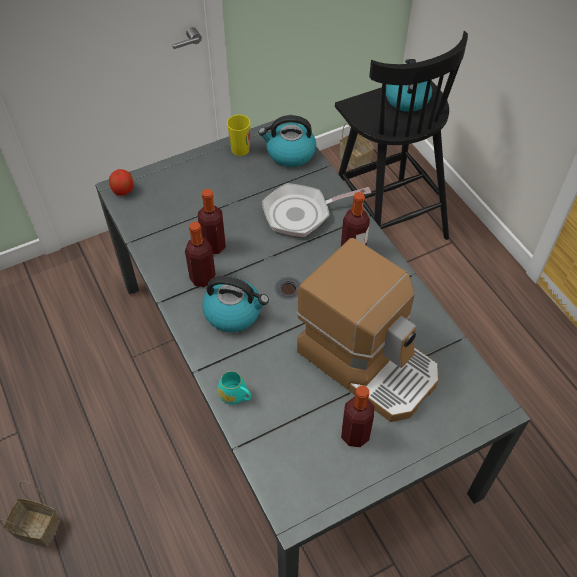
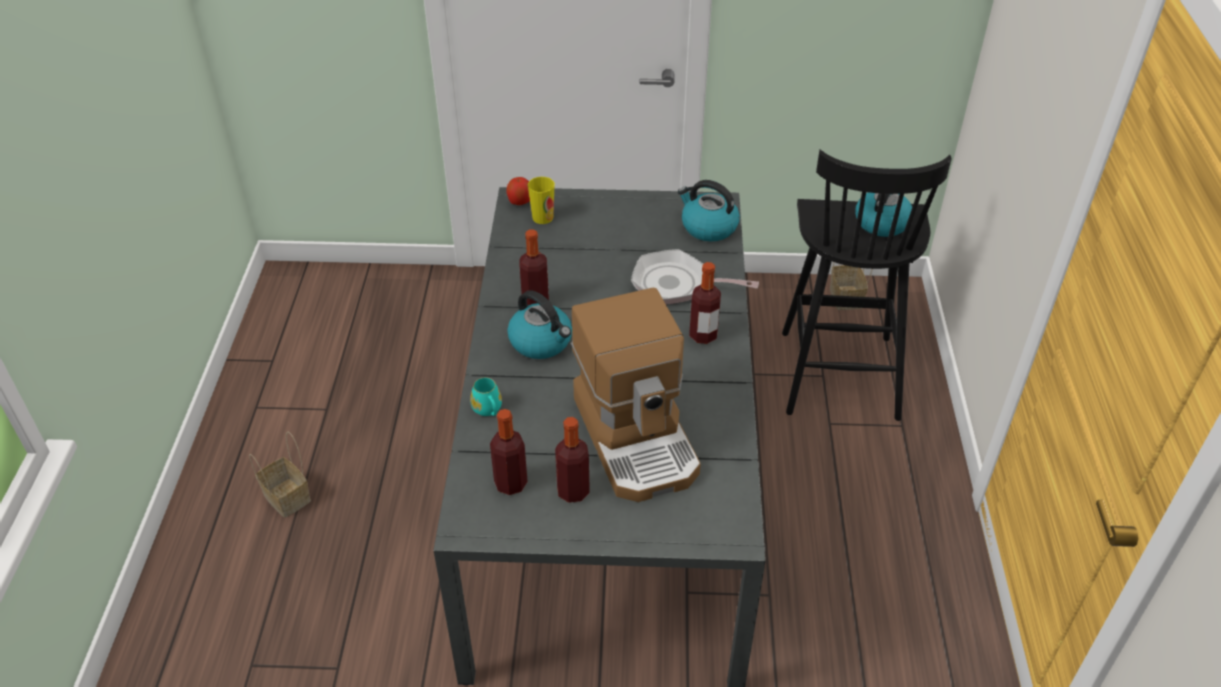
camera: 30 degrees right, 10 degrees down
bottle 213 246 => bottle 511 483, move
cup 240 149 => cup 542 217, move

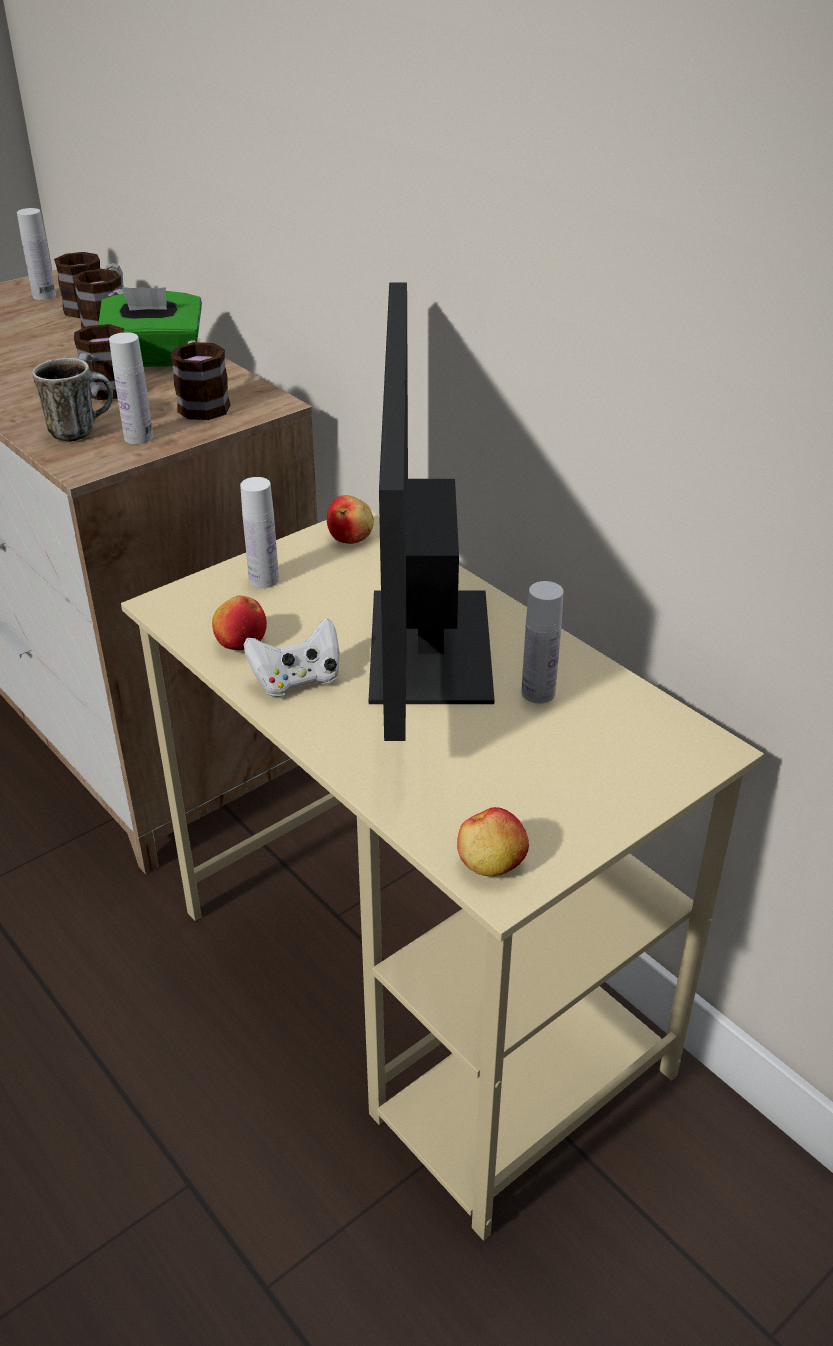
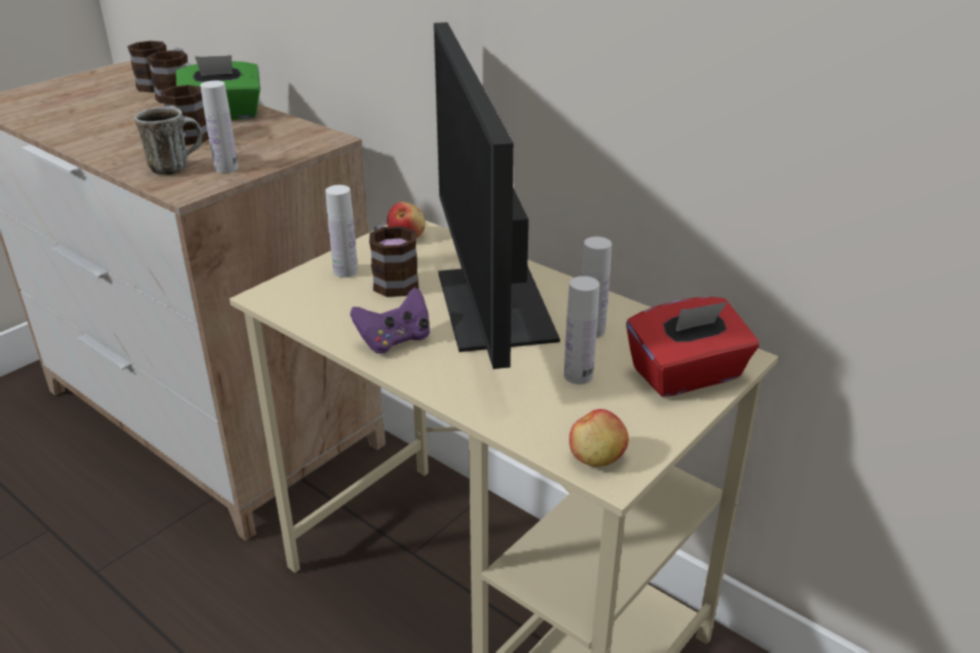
camera: 10 degrees left, 5 degrees down
game controller (white) 297 680 => game controller (purple) 395 340
mug 202 403 => mug 391 280, move
bottle (white) 44 296 => bottle (white) 578 375, move
nothing => tissue box (red) 687 375
apple 240 642 => nothing

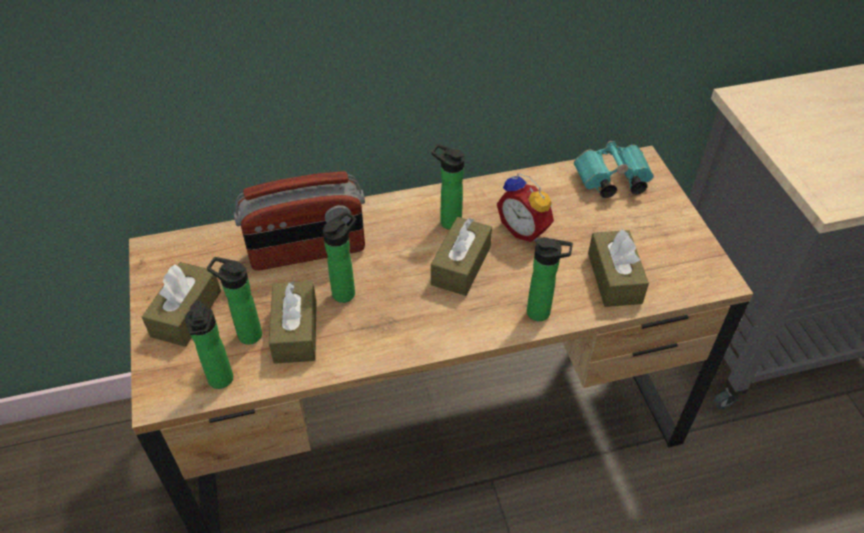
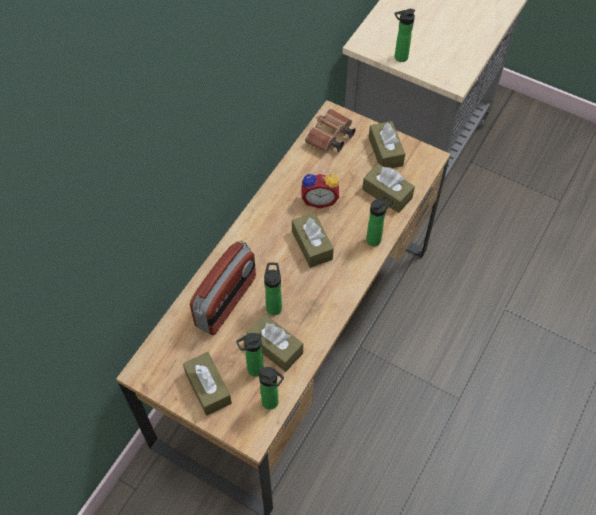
camera: 45 degrees left, 10 degrees up
binoculars (turquoise) 610 182 => binoculars (brown) 329 138
nothing => tissue box (brown) 385 151
bottle 447 221 => bottle 399 58, move

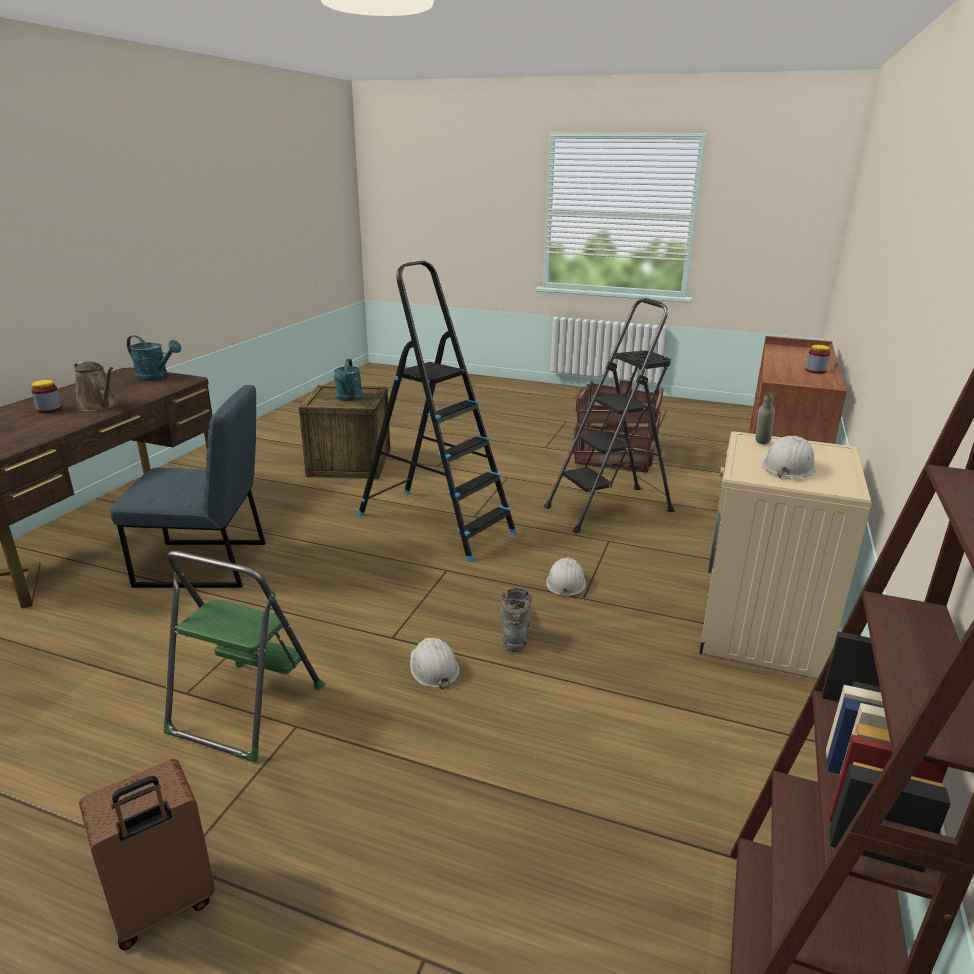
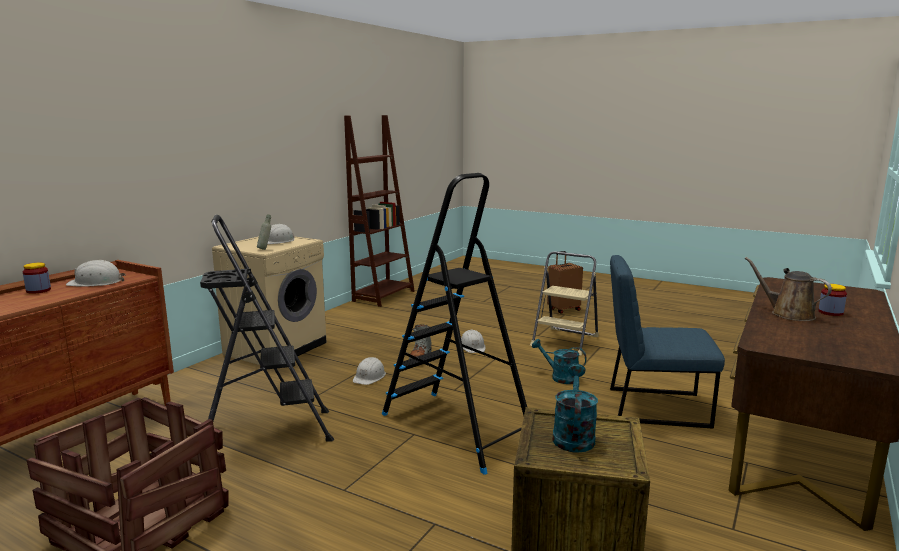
camera: 170 degrees left, 10 degrees down
nothing => hard hat (white) 96 282
step ladder (green) 242 711 => step ladder (beige) 566 340
watering can (turquoise) 156 377 => watering can (turquoise) 559 377, move

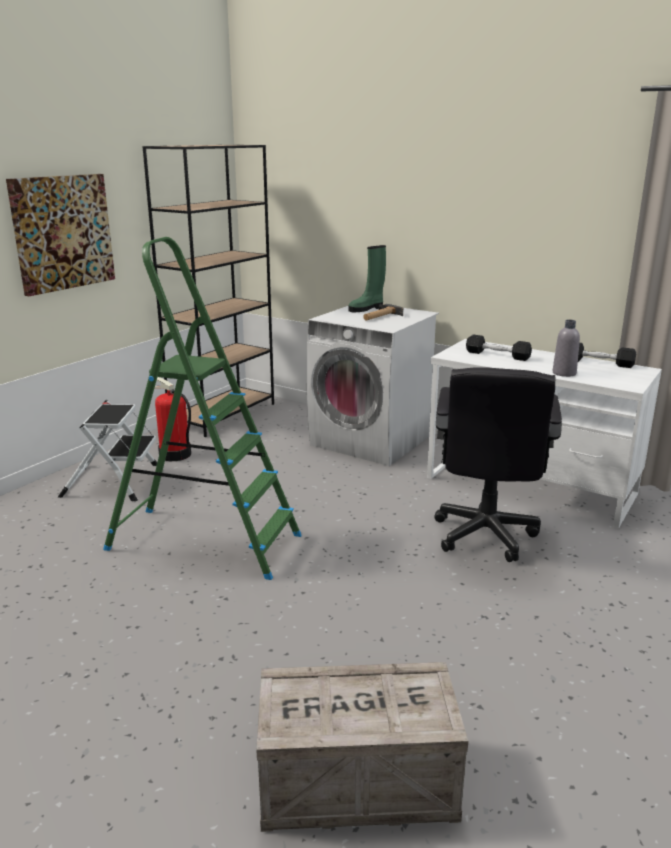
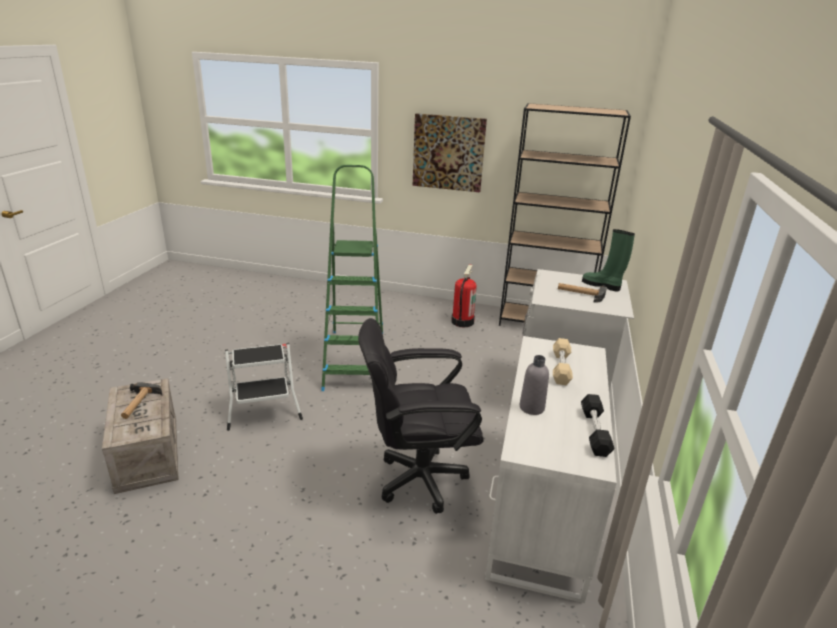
camera: 70 degrees right, 5 degrees up
nothing => hammer 138 404
step ladder 112 481 => step ladder 263 405, move
dumbbell (black) 497 355 => dumbbell (beige) 561 368

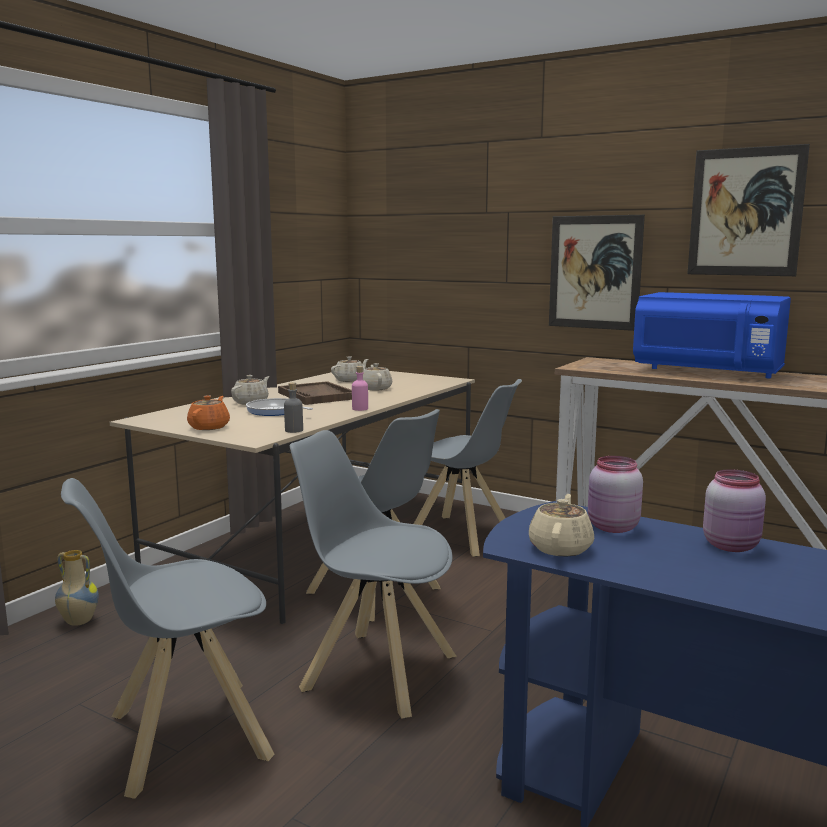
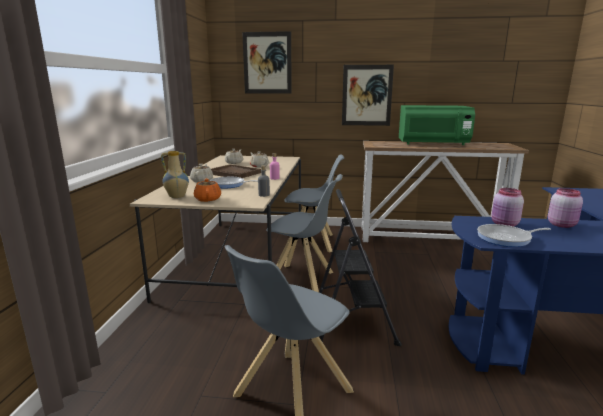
camera: 25 degrees left, 5 degrees up
vase 78 622 => vase 177 197, move
picture 745 212 => picture 267 63, move
chair (grey) 376 670 => step ladder (black) 350 324
microwave (blue) 707 371 => microwave (green) 432 144
teapot (beige) 560 547 => frying pan 506 238

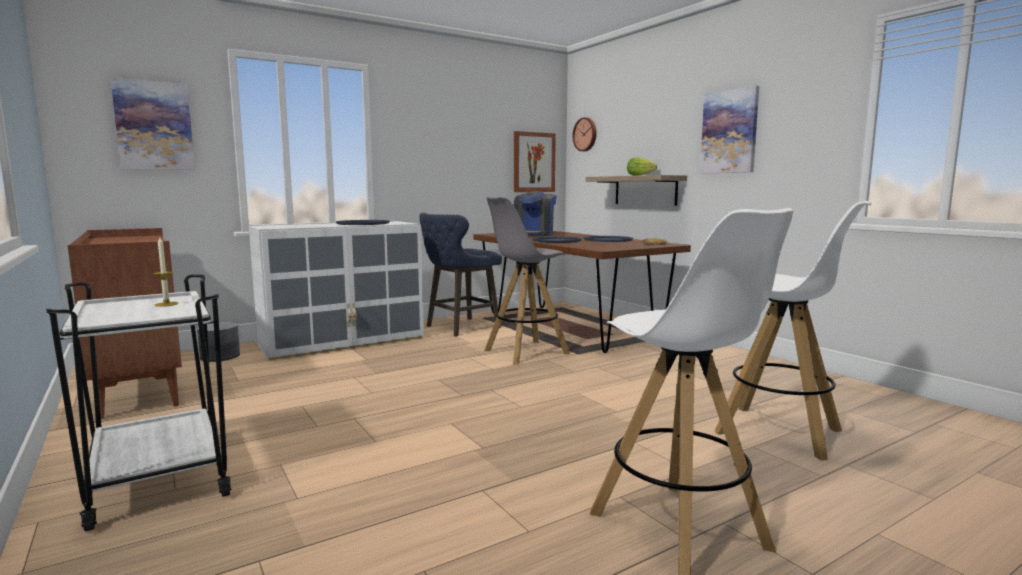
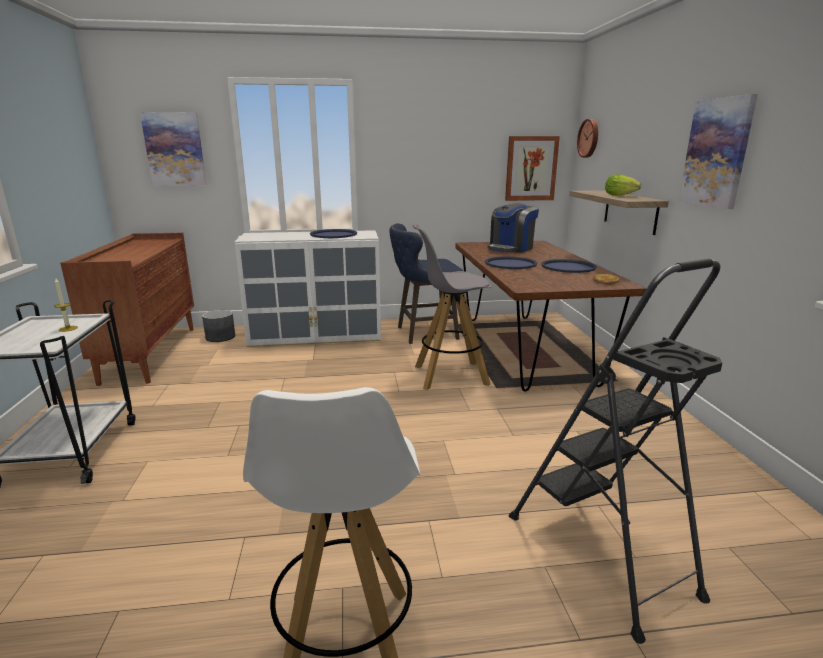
camera: 25 degrees right, 10 degrees up
stool (white) 780 432 => step ladder 600 555

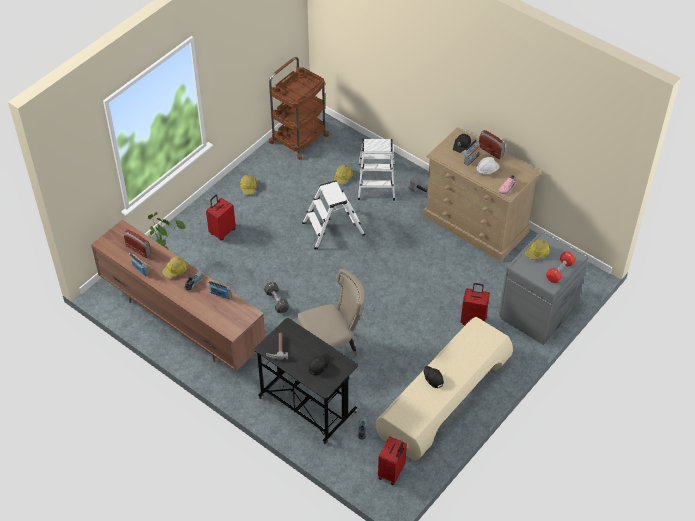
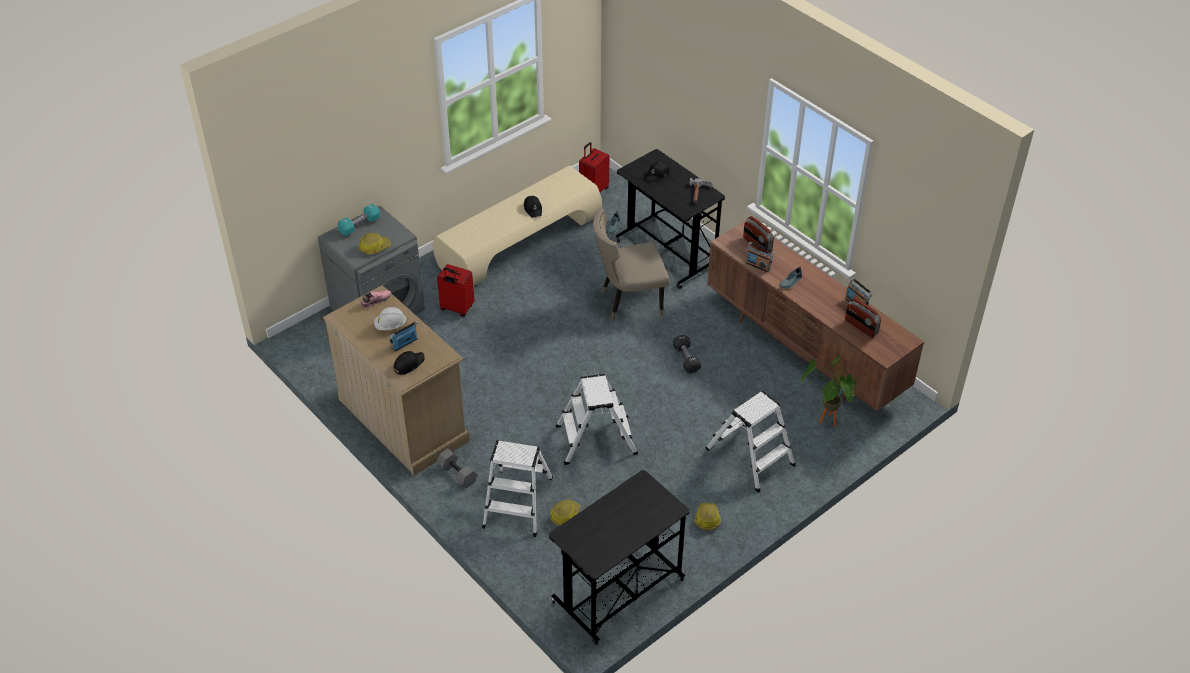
camera: 170 degrees left, 5 degrees down
dumbbell (red) 559 271 => dumbbell (turquoise) 360 225
cart (brown) 299 139 => desk (black) 618 591
suitcase (red) 222 231 => step ladder (white) 750 457
radio 491 151 => radio 757 245, move
hard hat 176 270 => nothing

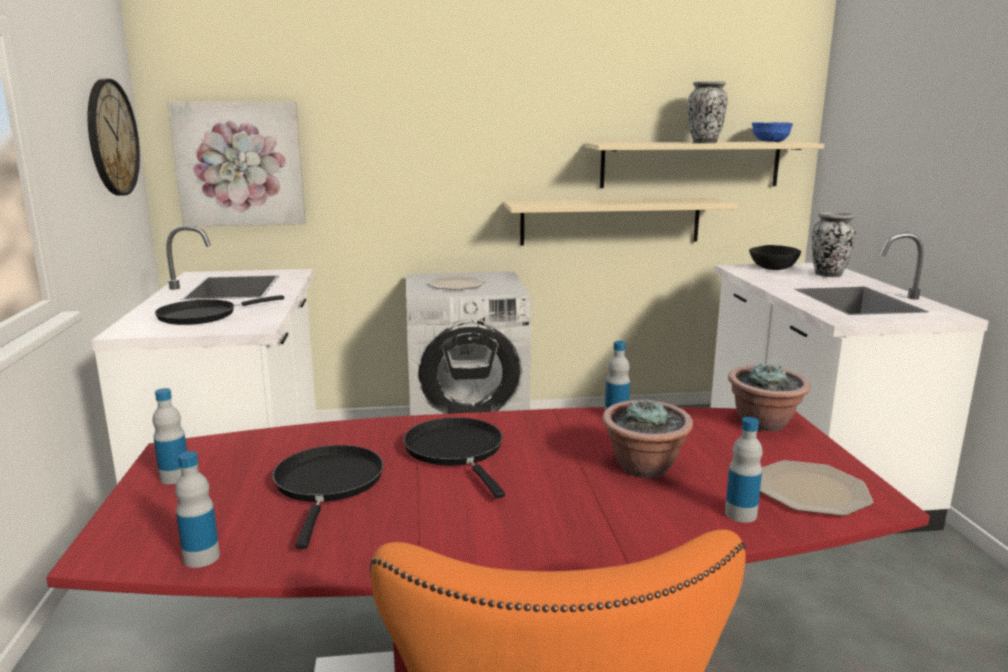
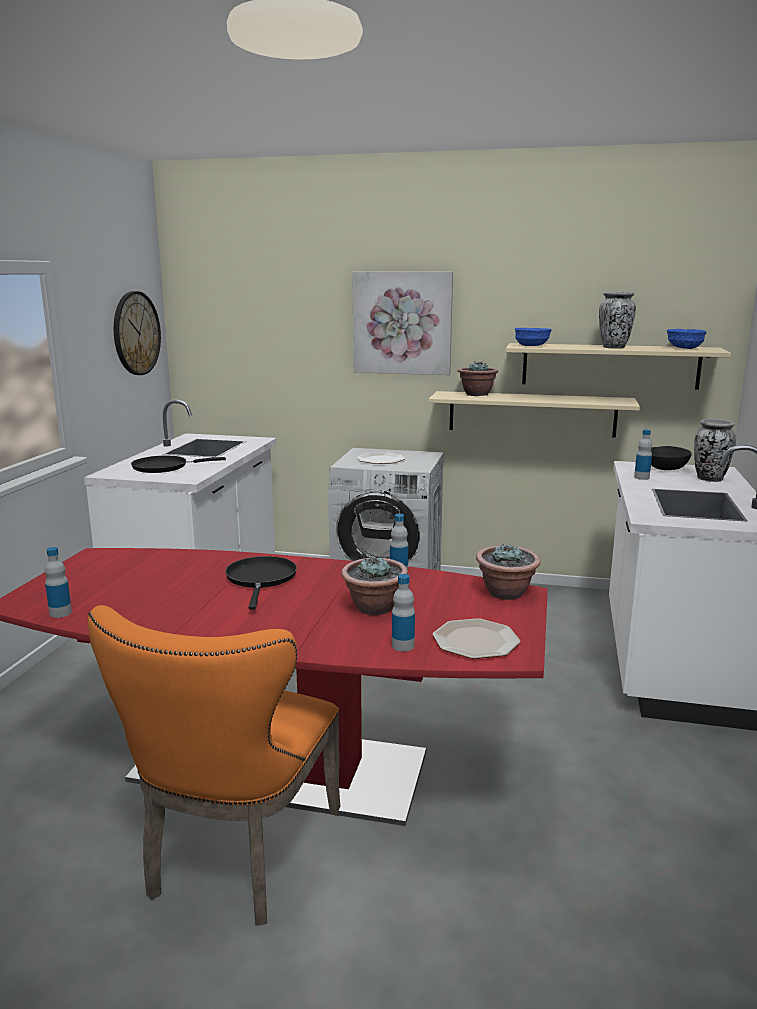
camera: 20 degrees right, 0 degrees up
picture 240 164 => picture 402 323, move
nothing => potted plant 476 394
nothing => bowl (blue) 531 346
bottle 175 477 => bottle 641 477, move
frying pan (black) 328 485 => nothing

